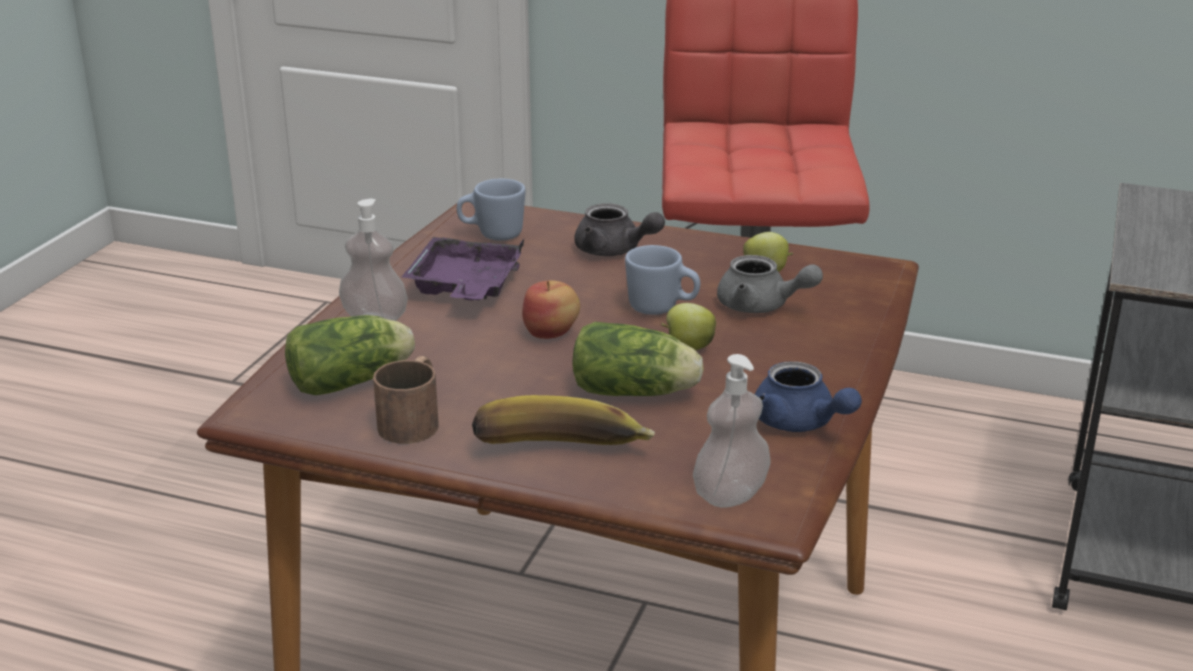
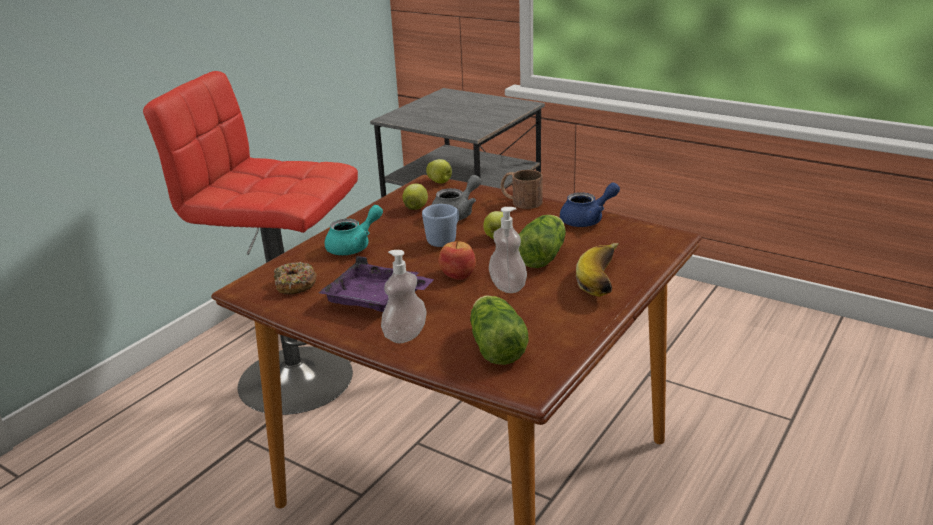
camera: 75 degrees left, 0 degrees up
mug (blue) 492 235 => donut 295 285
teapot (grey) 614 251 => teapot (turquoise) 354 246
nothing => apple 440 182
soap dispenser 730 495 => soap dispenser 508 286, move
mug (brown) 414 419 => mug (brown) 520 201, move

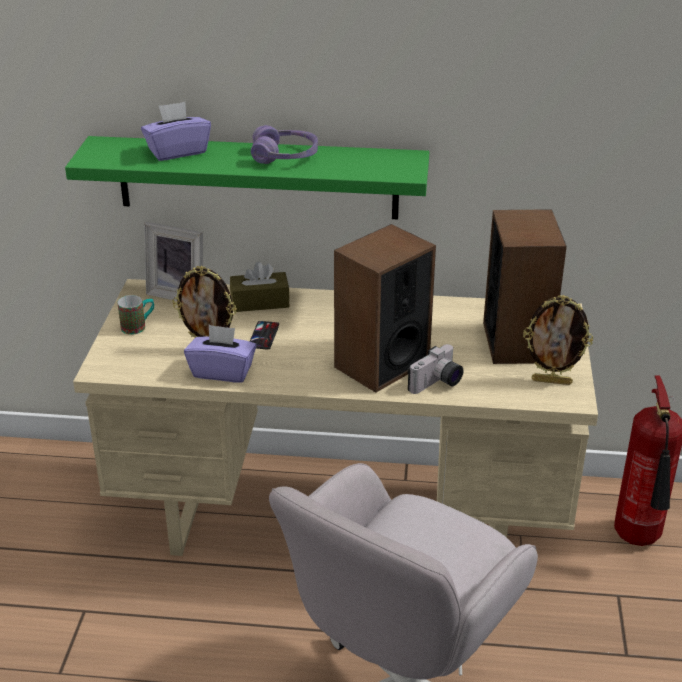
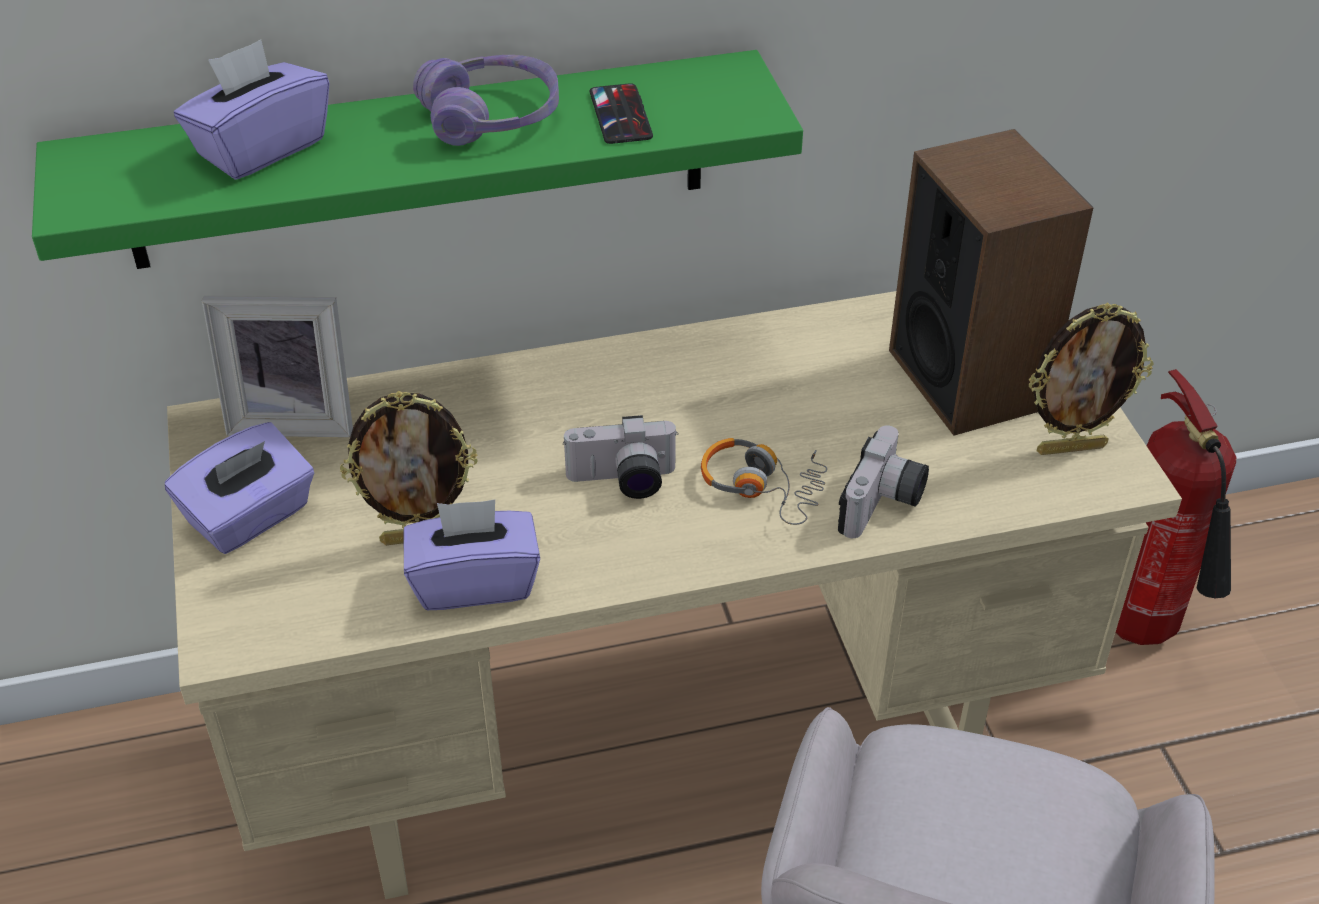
camera: 20 degrees left, 10 degrees up
mug 138 326 => tissue box (purple) 250 517
nothing => photo camera 622 482
phone 264 335 => phone 621 115, move
speaker 381 364 => headphones 762 487
tissue box (brown) 260 302 => nothing

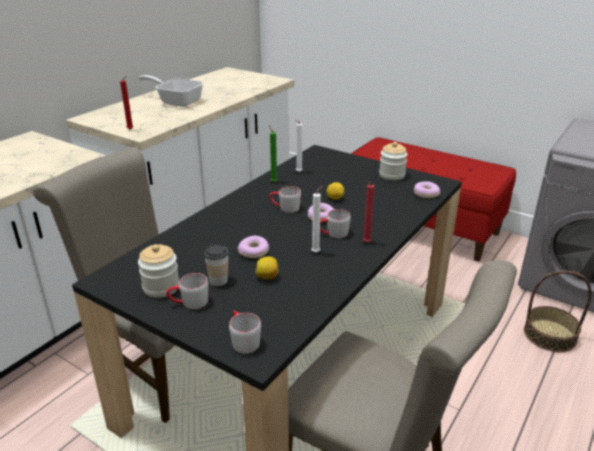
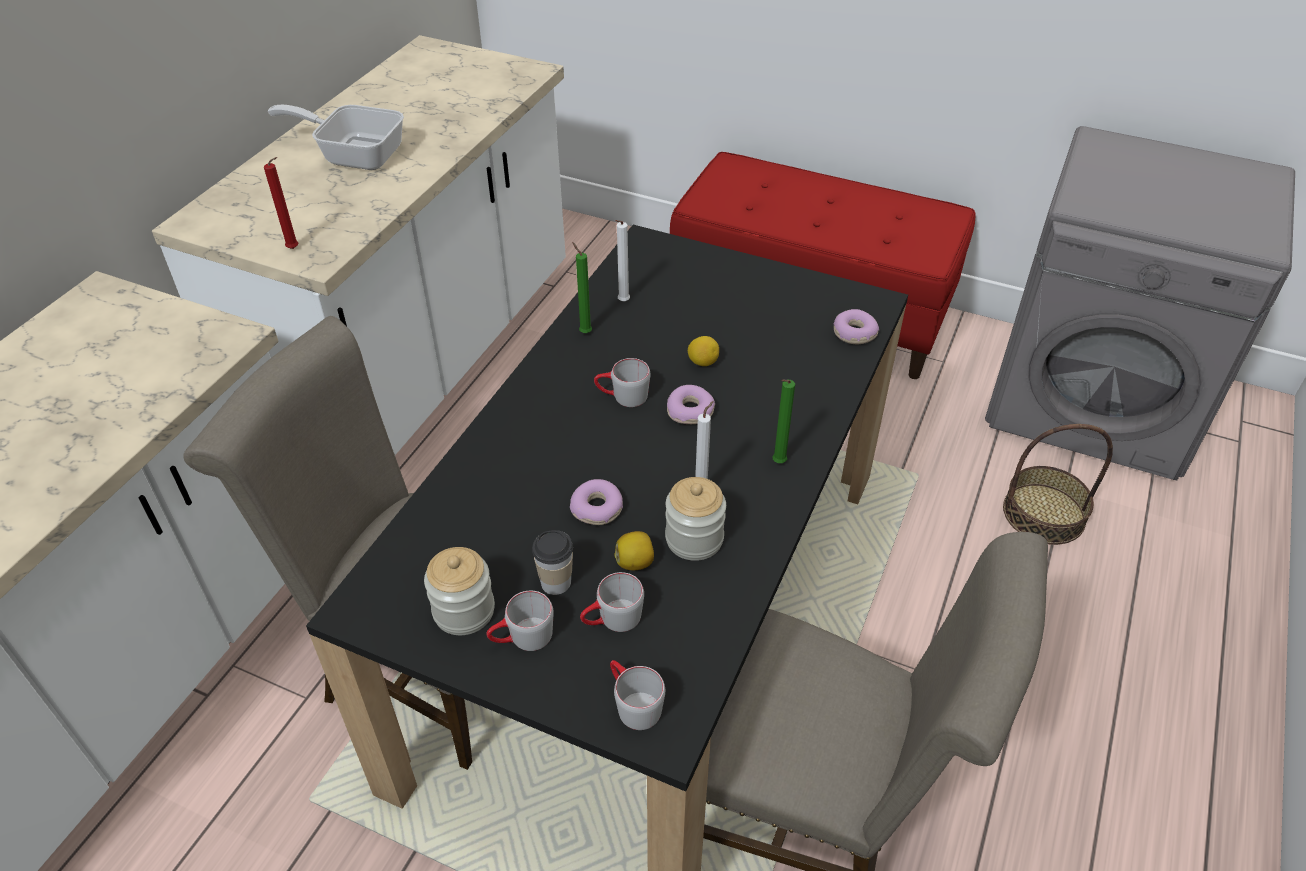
camera: 10 degrees left, 15 degrees up
mug (grey) 333 234 => mug (grey) 612 620, move
jar 392 175 => jar 694 539, move
candle (red) 365 243 => candle (green) 777 463

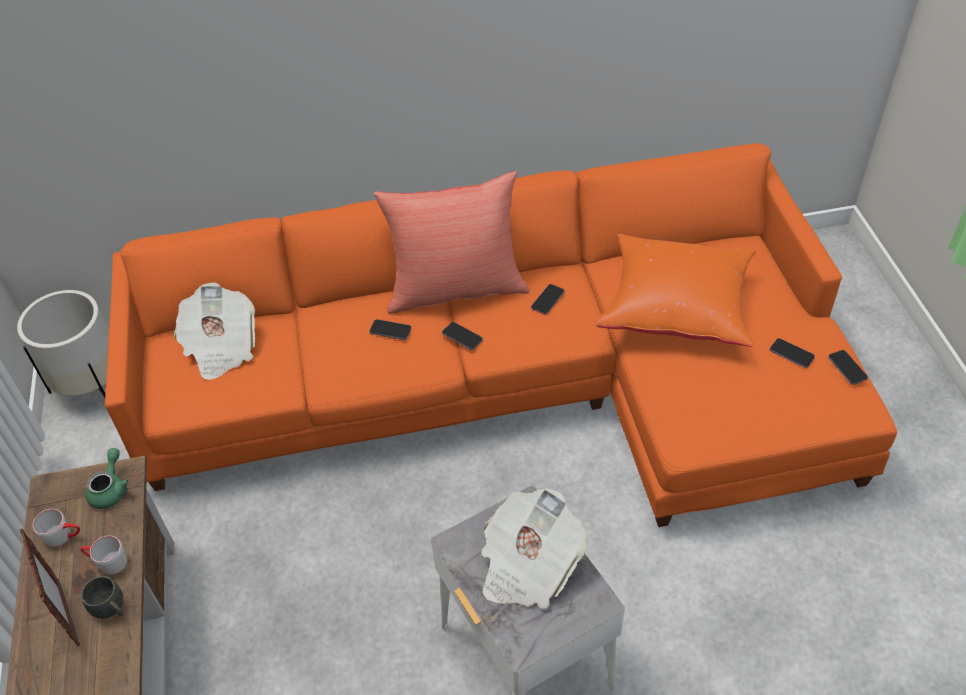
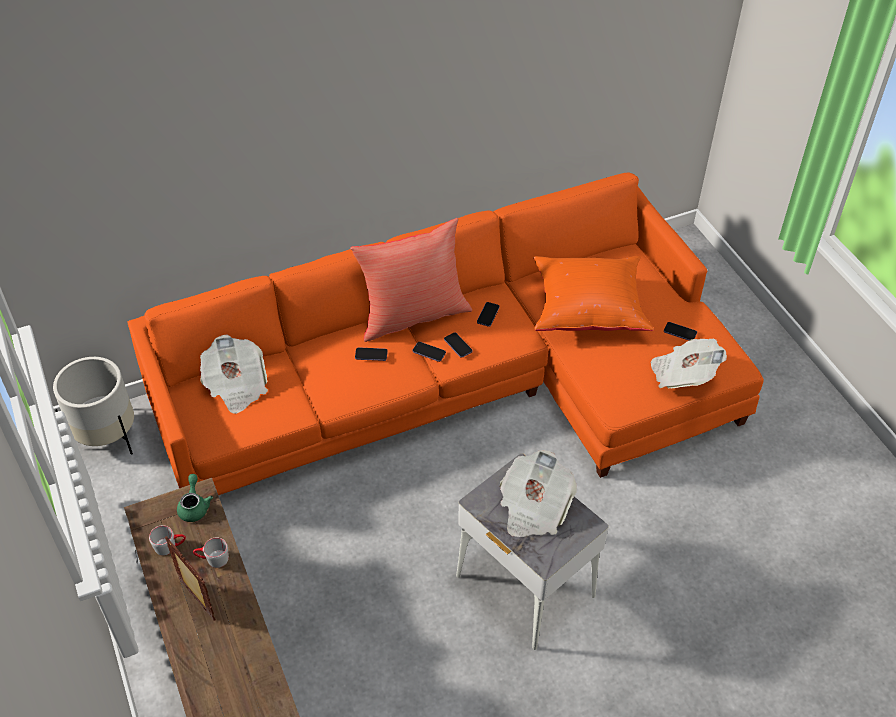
camera: 15 degrees left, 0 degrees up
phone 847 368 => phone 458 345, move
nothing => newspaper 683 375
mug (grey) 111 609 => nothing

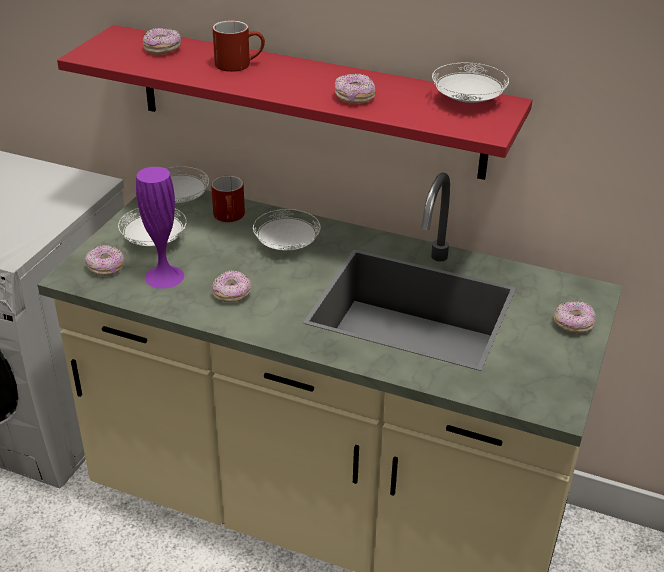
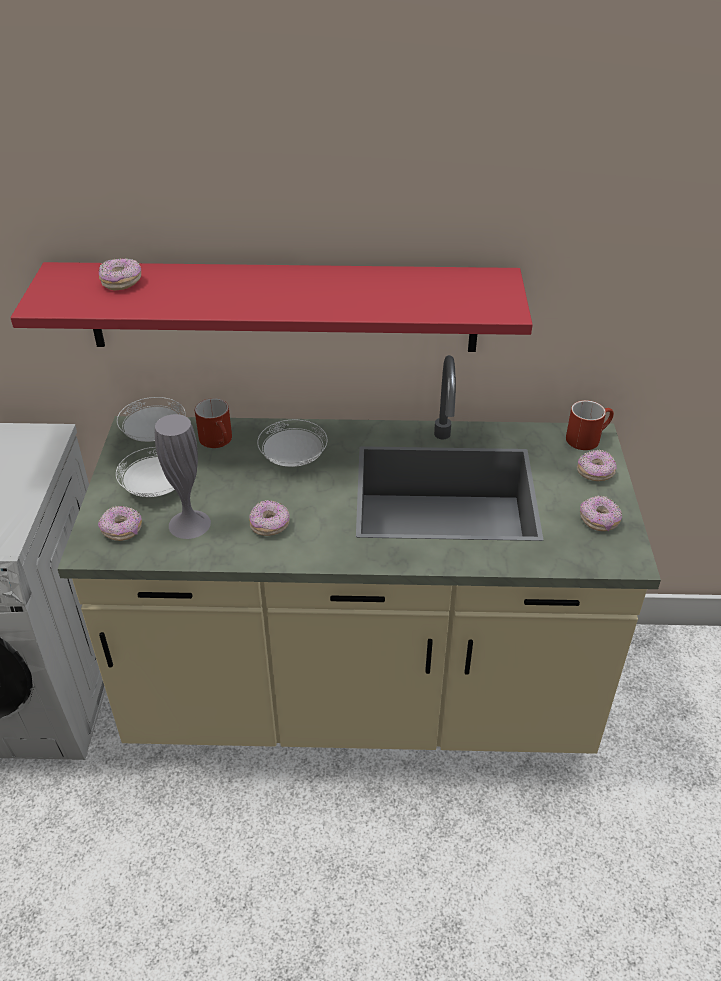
camera: 20 degrees left, 5 degrees up
vase (purple) 164 276 => vase (grey) 189 524
mug (red) 239 64 => mug (red) 587 437, move
donut 354 98 => donut 599 521, move
plate (white) 467 101 => nothing

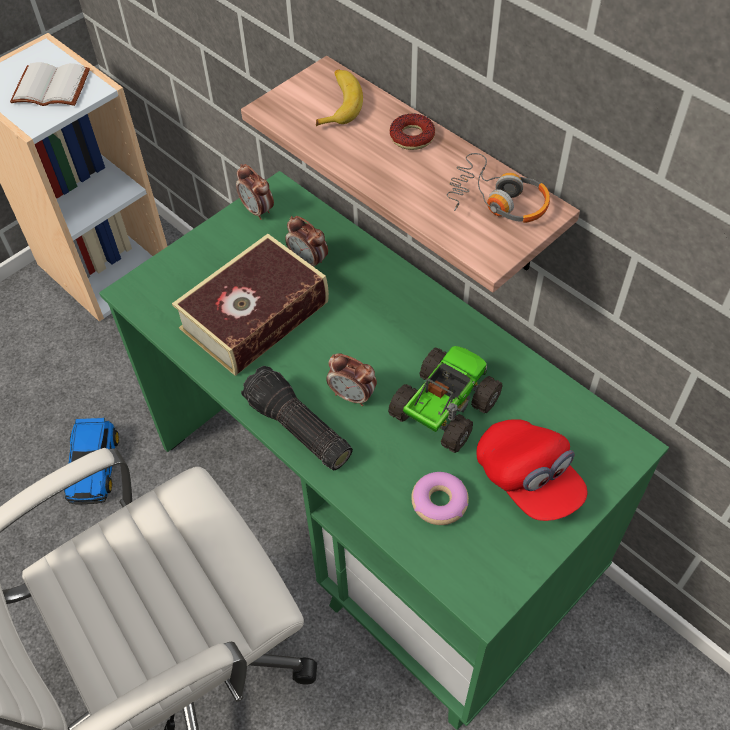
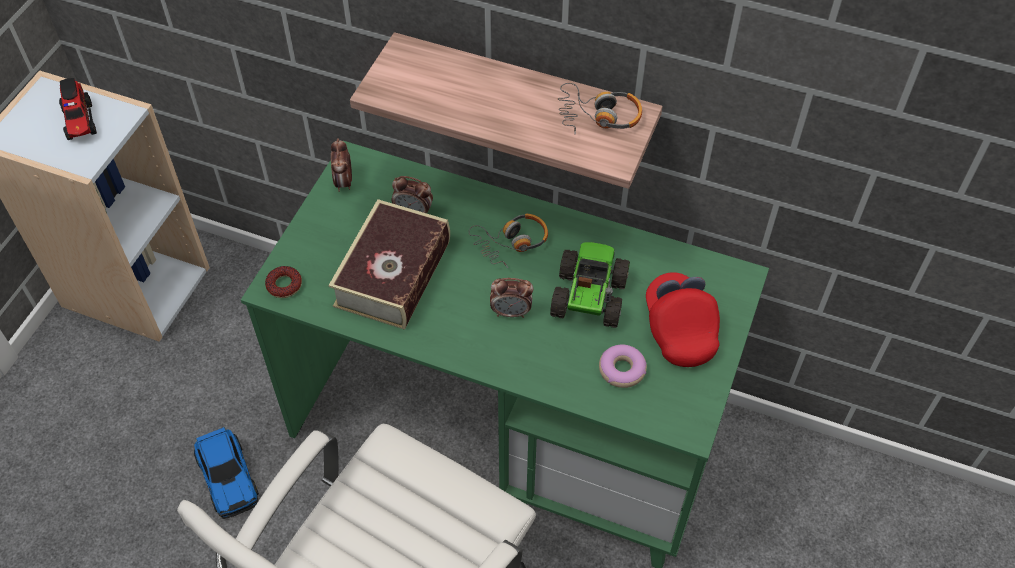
camera: 25 degrees left, 0 degrees up
book (white) 53 86 => toy truck 80 122
donut 412 137 => donut 284 285, move
alarm clock 257 211 => alarm clock 344 182, 60 degrees clockwise
nothing => headphones 511 243
cap (red) 528 480 => cap (red) 679 329, 135 degrees counterclockwise
flashlight 296 429 => nothing
banana 339 104 => nothing

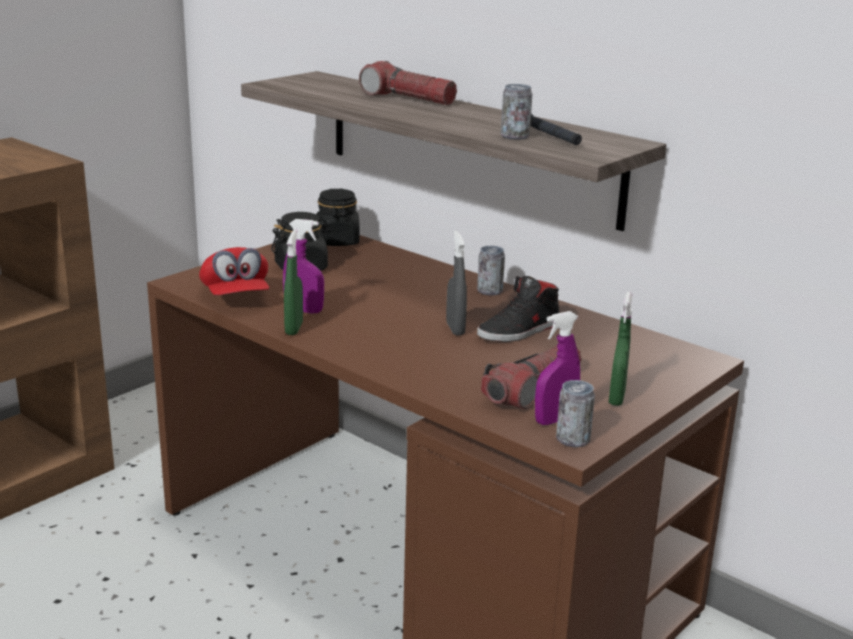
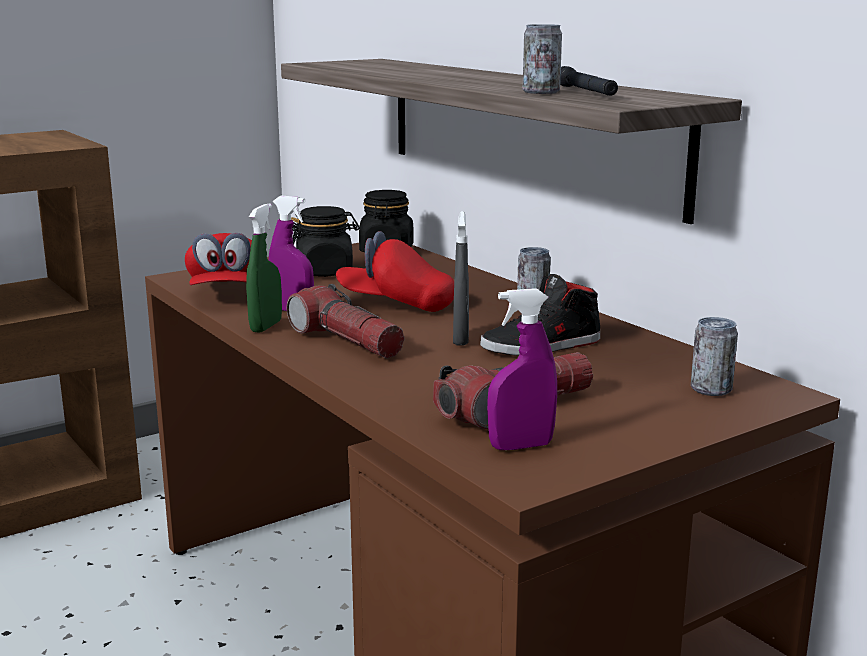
camera: 15 degrees right, 5 degrees down
flashlight 407 99 => flashlight 346 341, move
nothing => cap (red) 396 304
can 573 439 => can 711 389, move
spray bottle (green) 616 398 => nothing

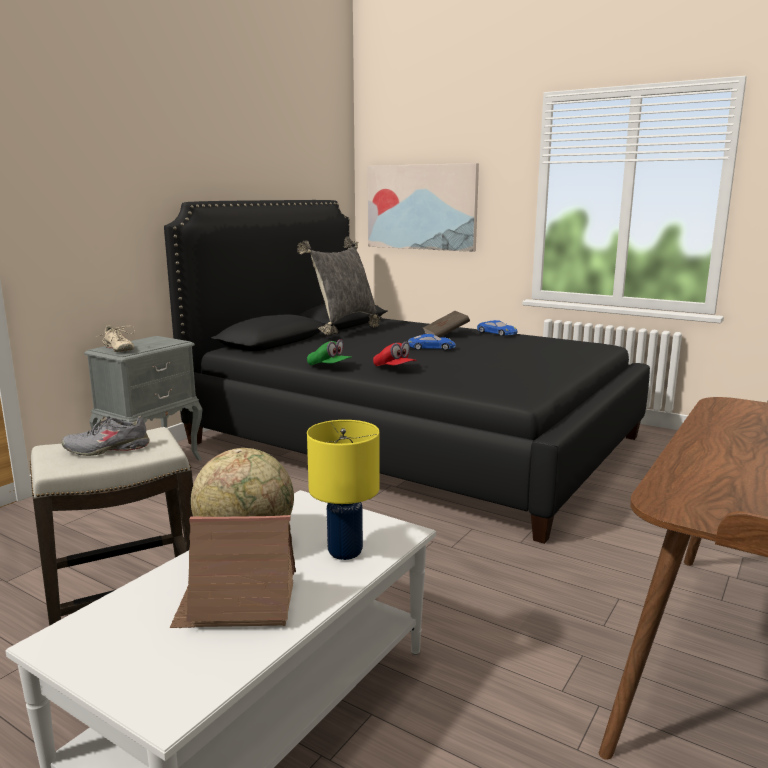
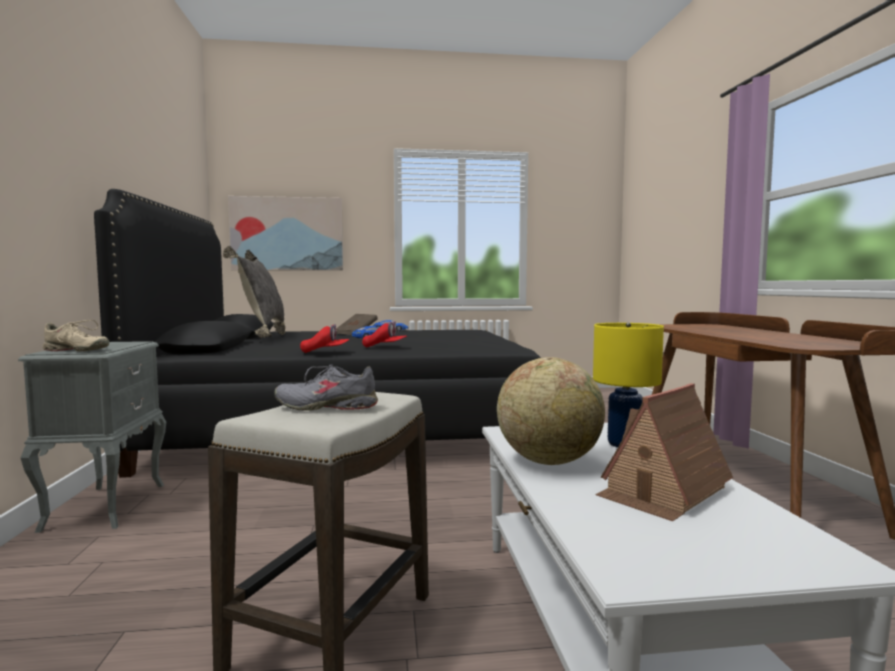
camera: 40 degrees left, 10 degrees down
shoe (grey) 107 449 => shoe (grey) 326 407, 60 degrees clockwise
cap (green) 329 367 => cap (red) 325 352

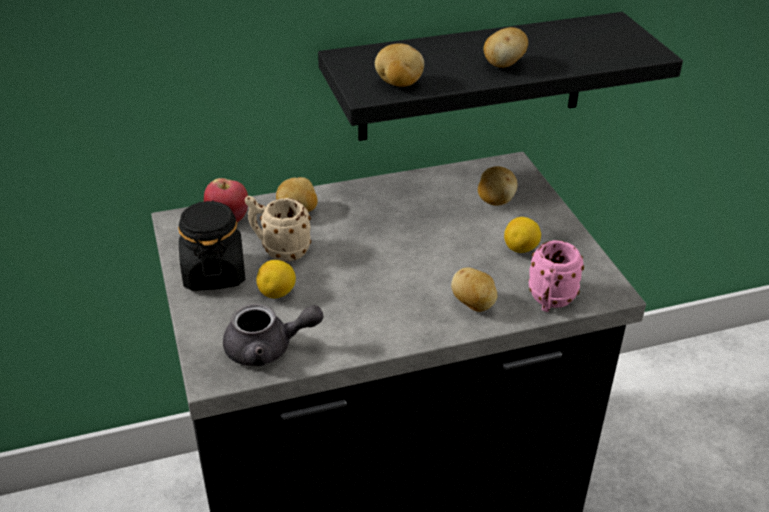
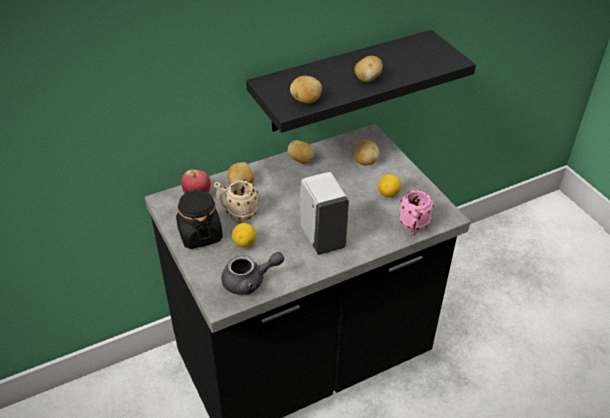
camera: 10 degrees left, 5 degrees up
potato 473 305 => potato 301 160, move
nothing => soap dispenser (white) 322 237

